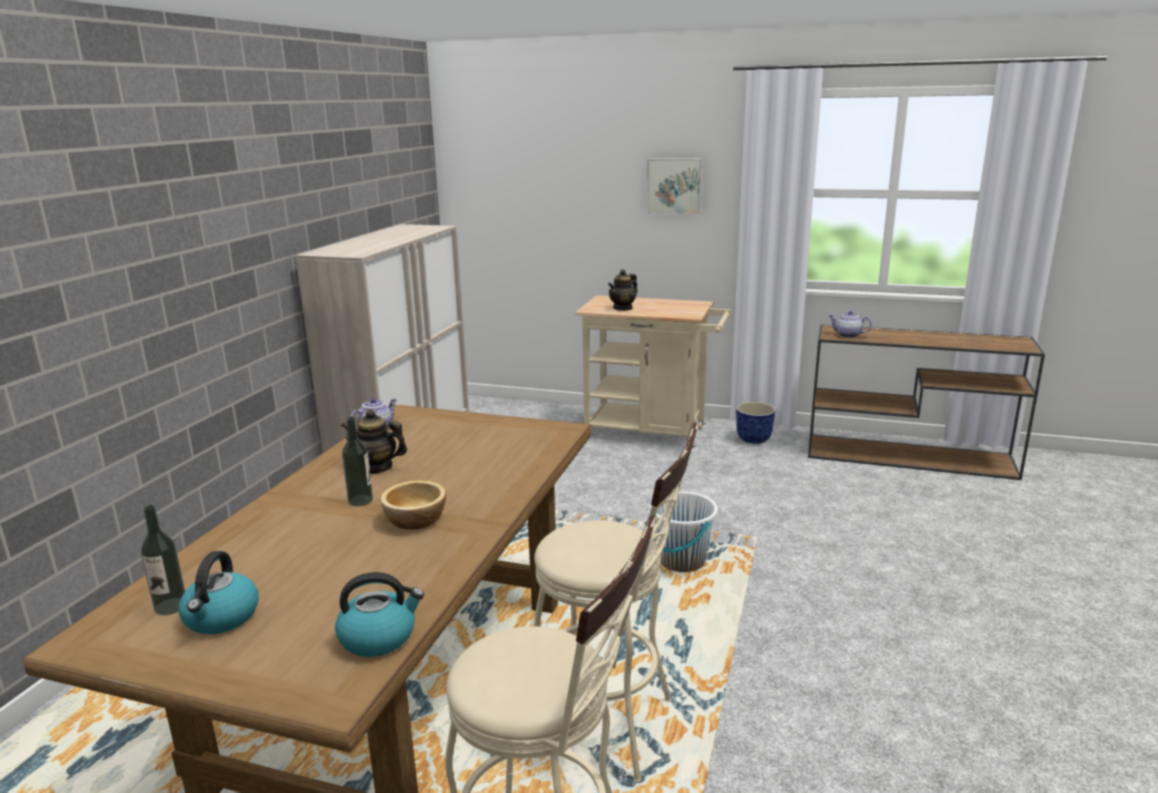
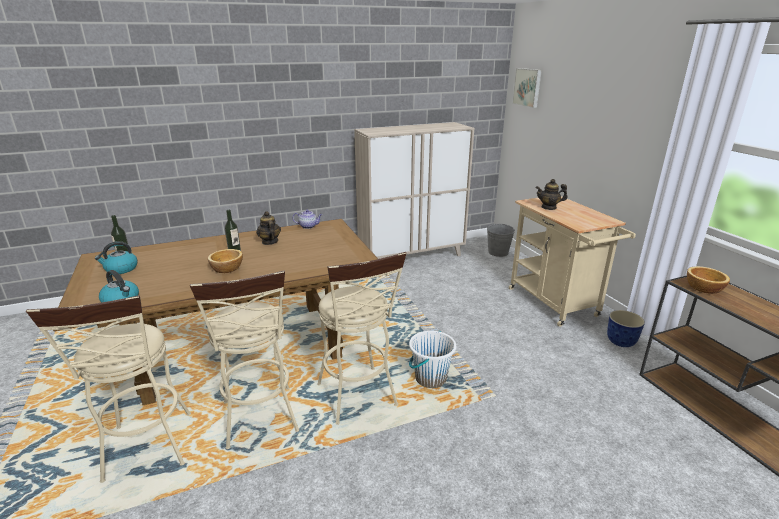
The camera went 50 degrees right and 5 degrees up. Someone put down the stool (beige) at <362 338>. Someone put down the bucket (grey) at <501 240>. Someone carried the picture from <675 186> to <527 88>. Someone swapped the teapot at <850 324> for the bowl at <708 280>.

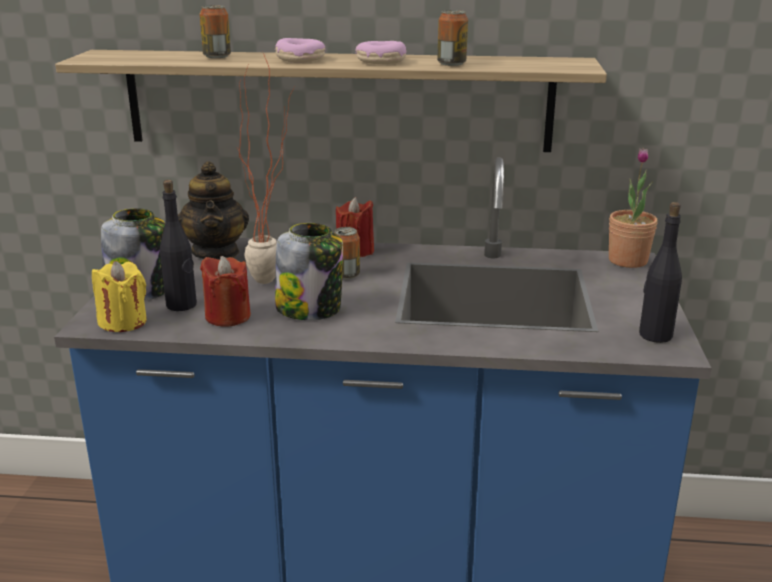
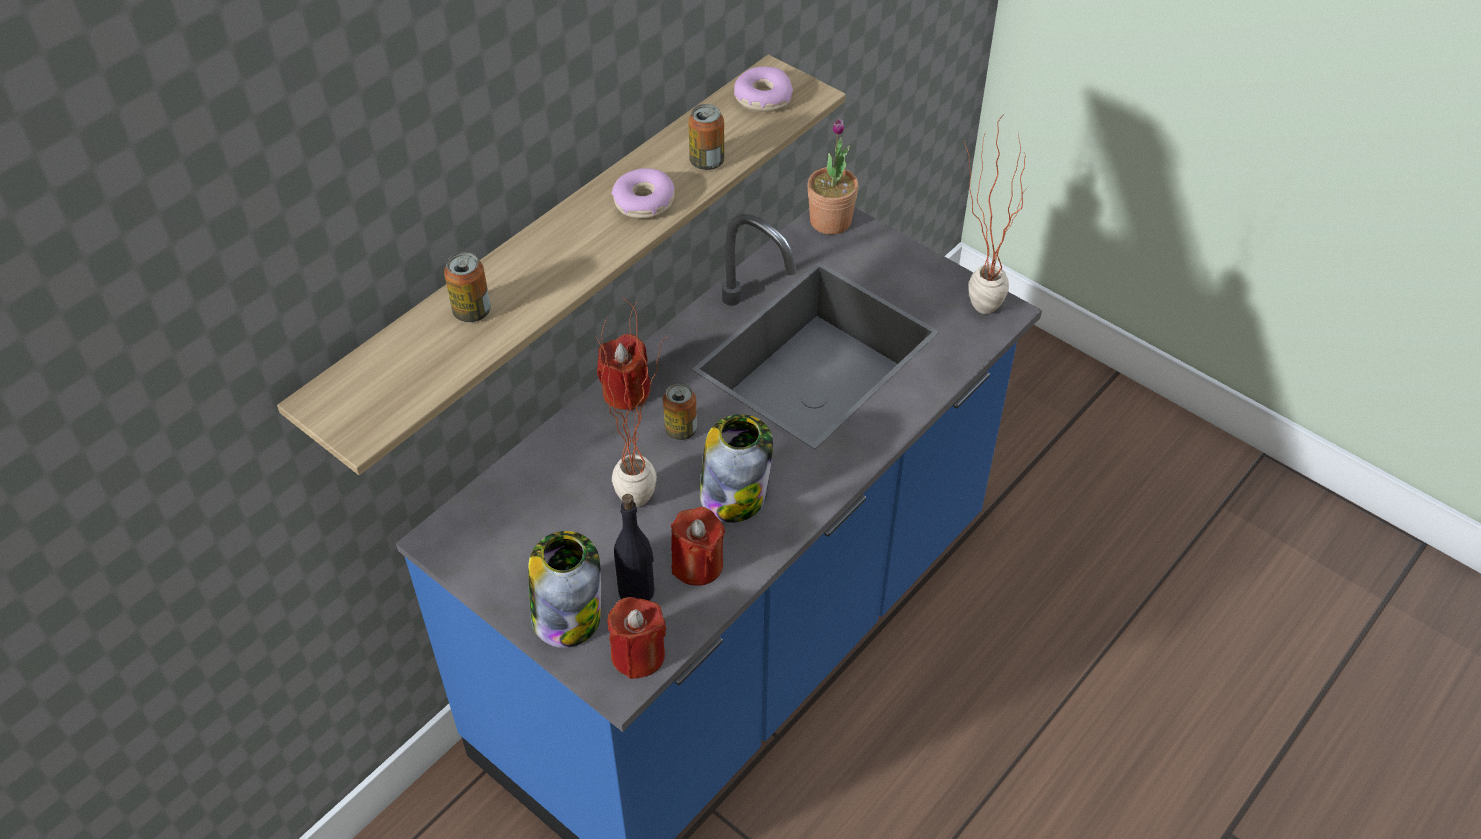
The camera went 55 degrees left and 25 degrees up. Someone took away the teapot at <213 210>. Someone carried the donut from <300 50> to <763 89>. Someone swapped the bottle (black) at <660 272> for the potted plant at <996 213>. Someone repainted the candle (yellow) at <119 296>, which became the candle (red) at <636 638>.

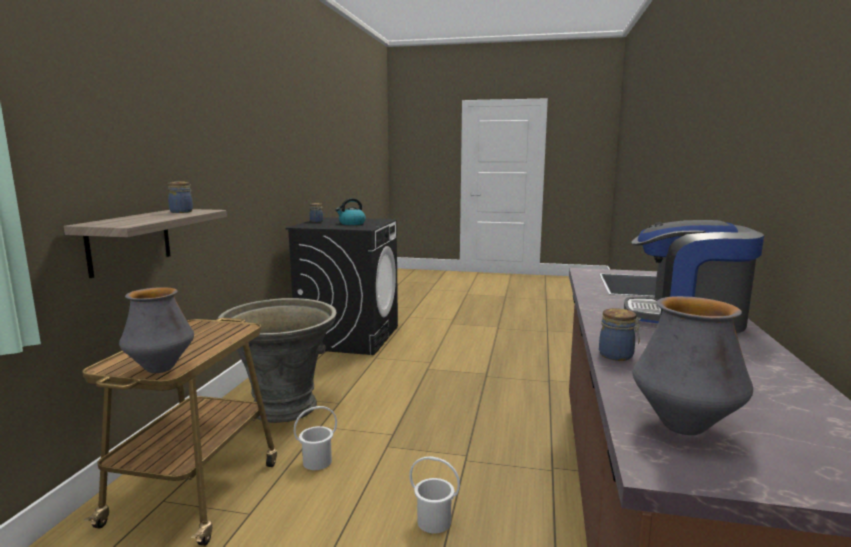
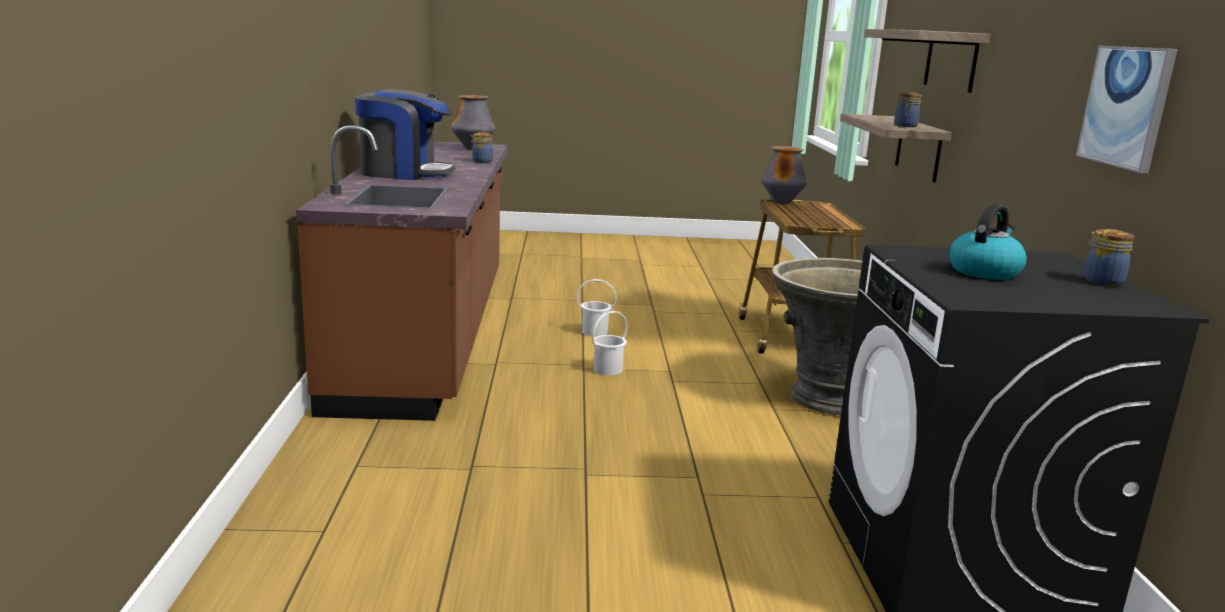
The camera went 165 degrees right and 5 degrees up. Someone put up the shelf at <927 61>. Someone put up the picture at <1127 109>. Someone carried the bucket (white) from <315 438> to <610 343>.

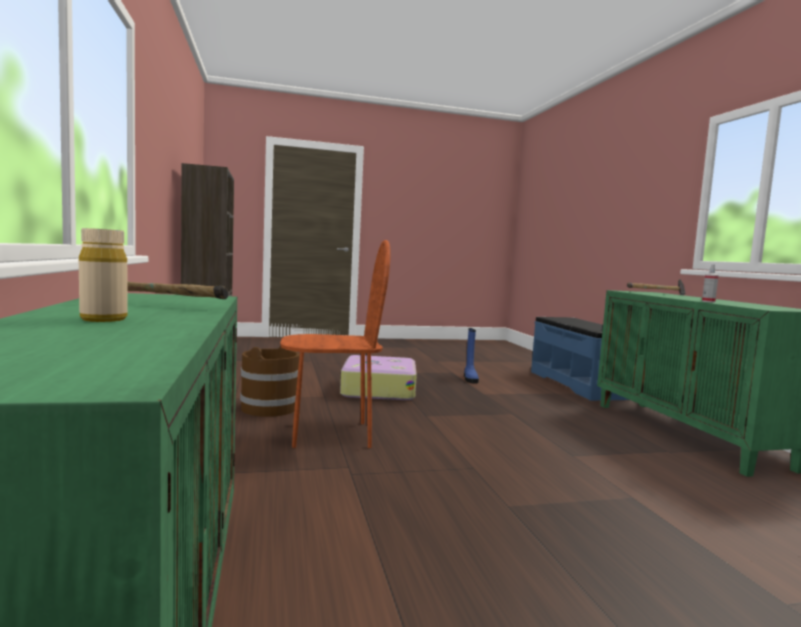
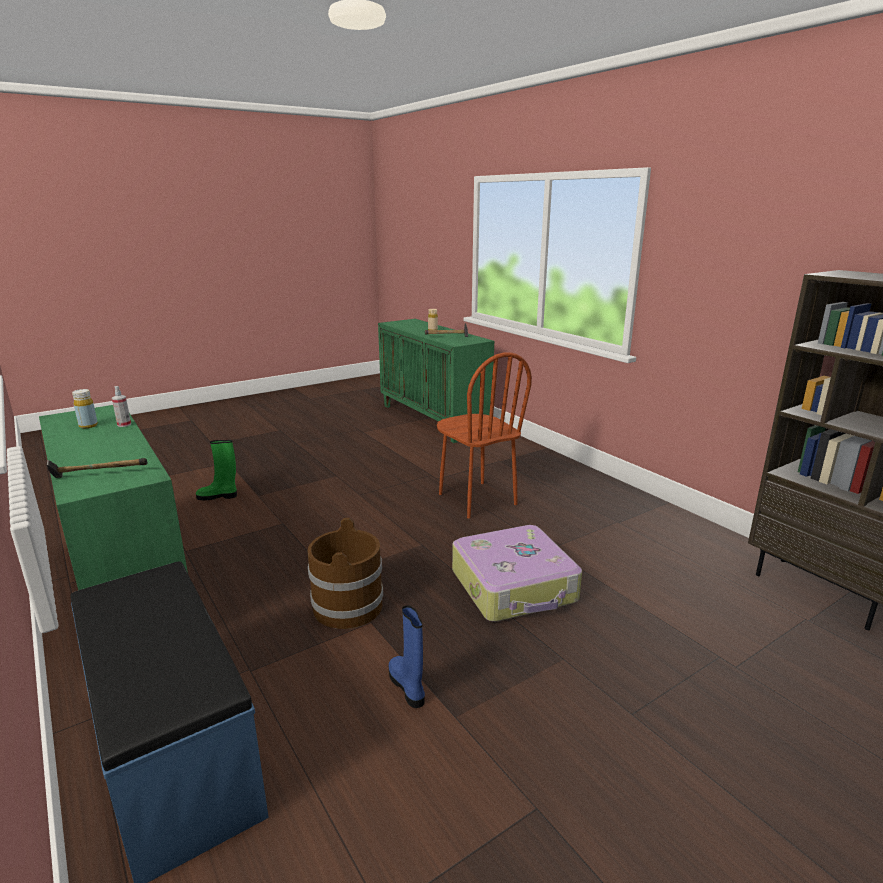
The camera went 160 degrees right and 15 degrees up. Someone put down the bottle (yellow) at <85 408>. Someone put down the boot (green) at <216 470>. Someone carried the bucket (brown) from <269 381> to <345 573>. Someone rotated the chair (brown) at <335 344> by 90 degrees counterclockwise.

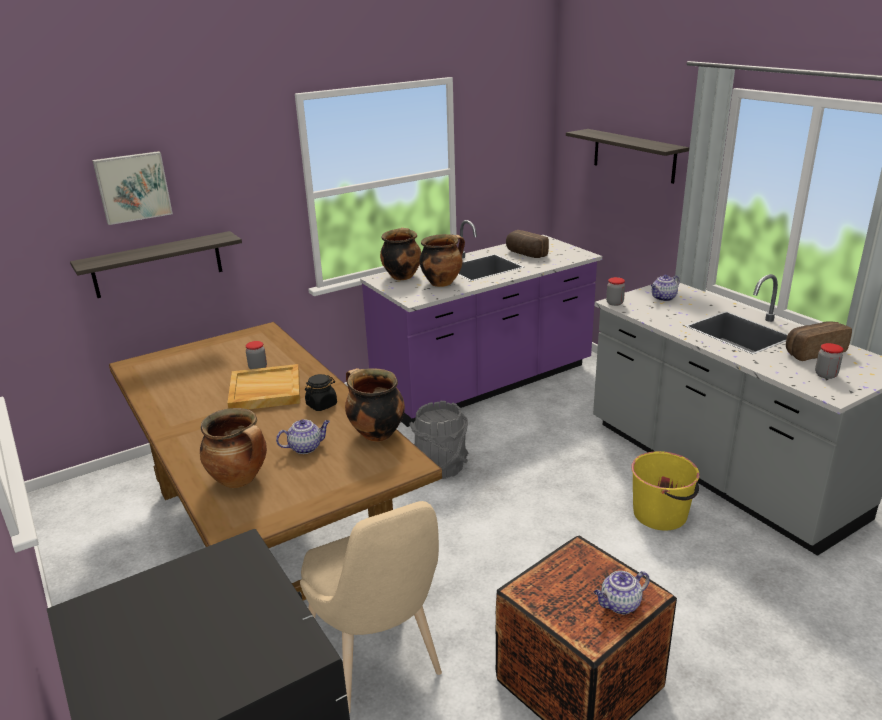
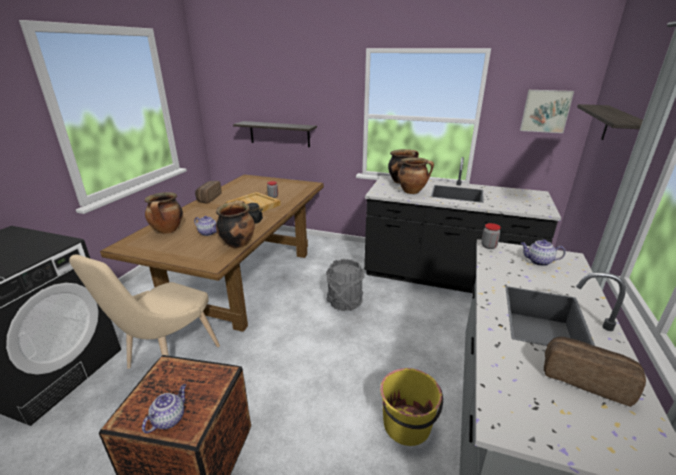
The camera went 50 degrees right and 0 degrees up. Someone took away the jar at <829 361>. Someone carried the picture from <132 188> to <547 111>. Someone carried the bread from <527 244> to <208 192>. Someone repainted the counter (purple) at <481 323>, which became the counter (black) at <462 225>. Someone rotated the teapot at <622 592> by 90 degrees clockwise.

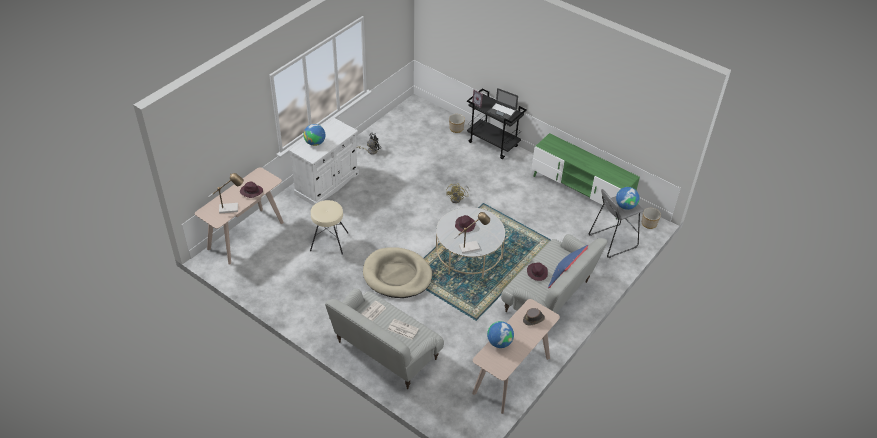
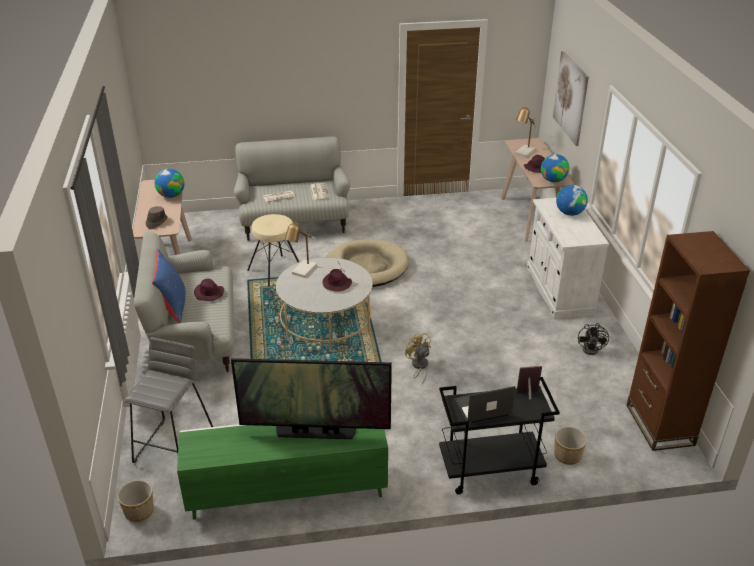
The camera went 135 degrees right and 10 degrees down. Someone put down the television at <311 398>. Someone put up the picture at <571 98>. Someone put down the bookcase (brown) at <688 341>. Someone carried the stool (beige) from <329 227> to <273 250>. Someone carried the globe from <627 198> to <555 168>.

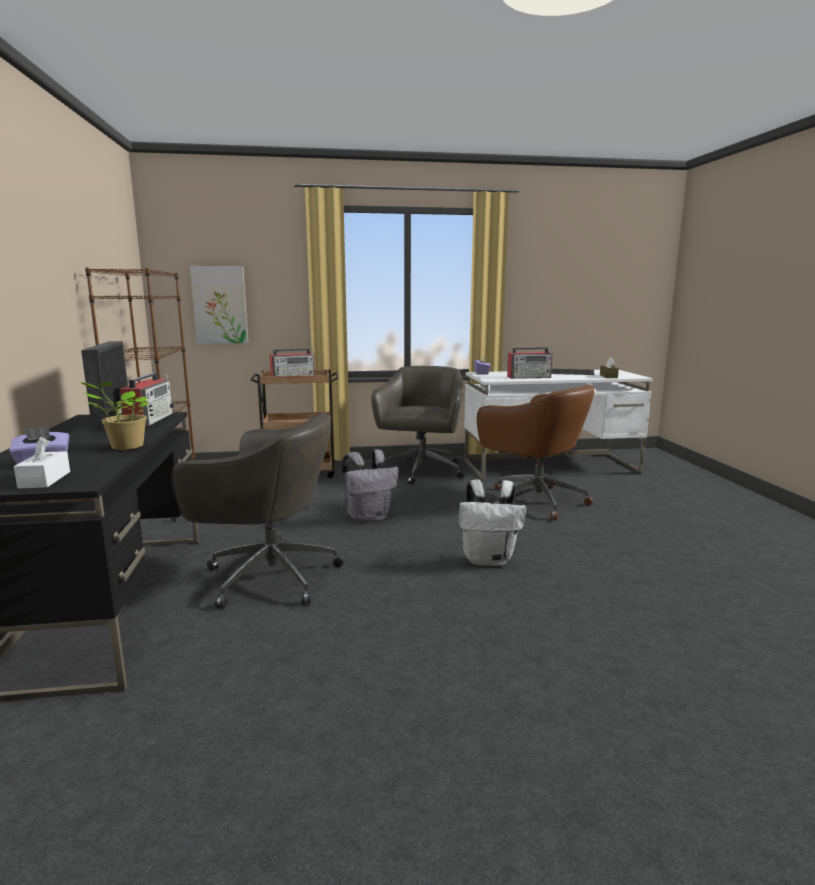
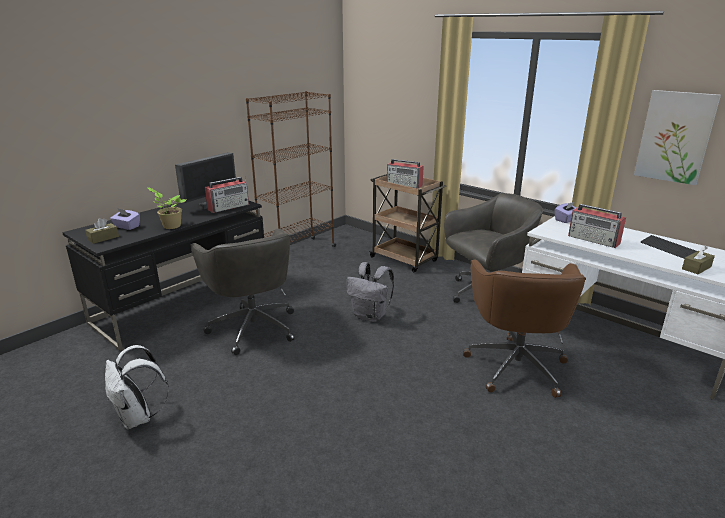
The camera went 50 degrees right and 10 degrees up. Someone carried the picture from <219 305> to <677 137>. Someone carried the backpack (white) from <492 522> to <137 387>. Someone repainted the tissue box (white) at <42 463>, which became the tissue box (brown) at <102 231>.

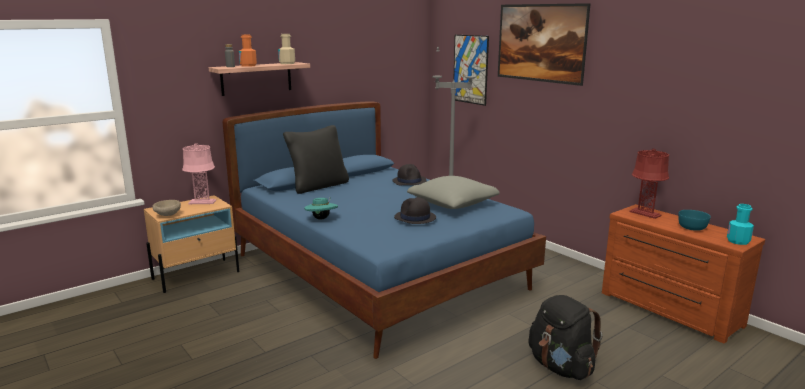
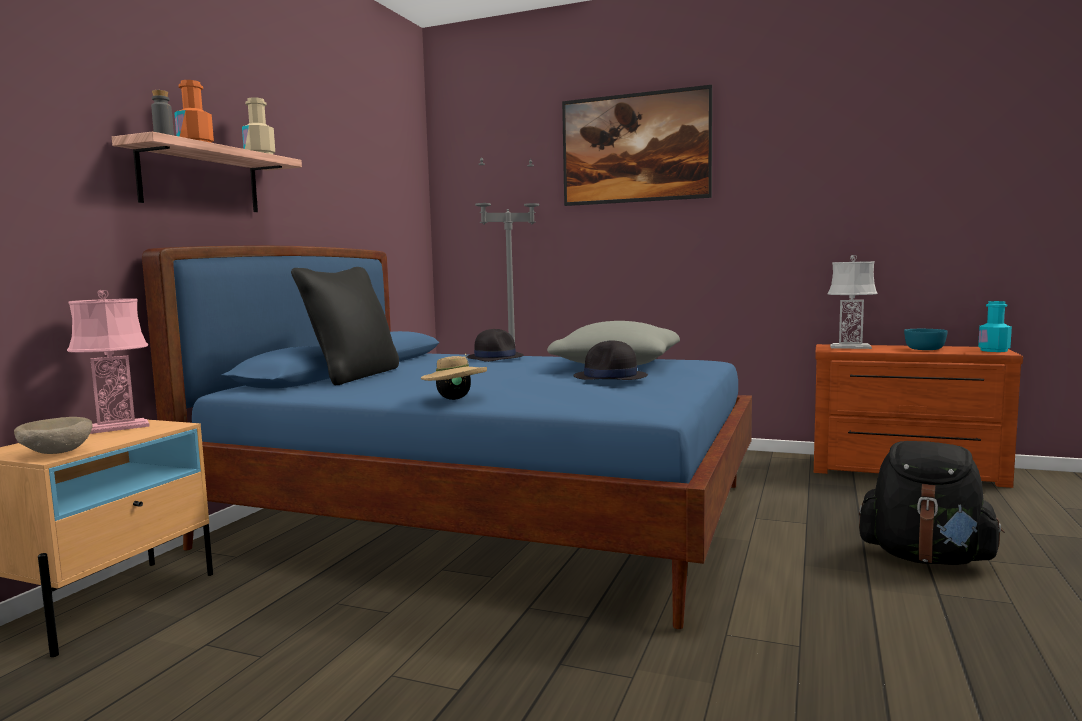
The camera went 30 degrees left and 10 degrees down. Someone took away the picture at <471 70>. Someone repainted the hat (turquoise) at <321 208>, which became the hat (beige) at <454 376>. Someone repainted the table lamp (red) at <649 183>, which became the table lamp (grey) at <852 302>.

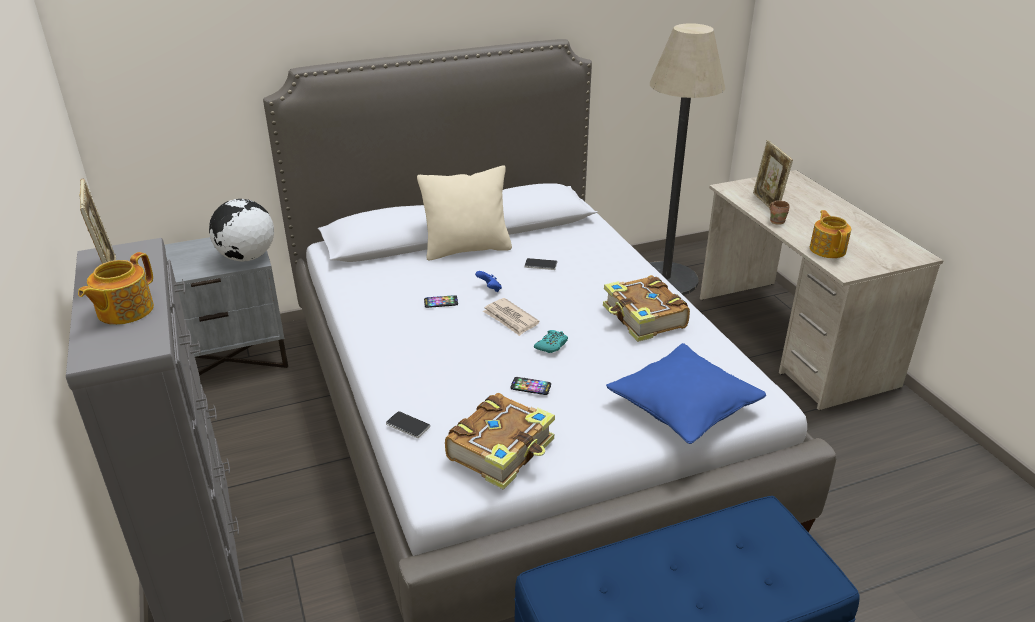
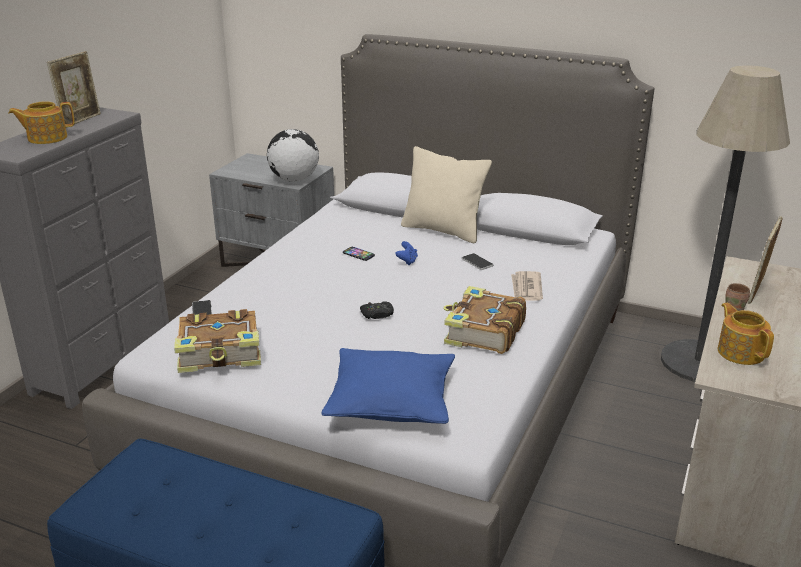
The camera went 45 degrees right and 5 degrees down. Someone took away the phone at <530 386>. Someone carried the newspaper from <511 317> to <527 286>. Someone repainted the game controller (turquoise) at <551 341>, which became the game controller (black) at <377 310>. Someone rotated the teapot at <830 234> by 60 degrees counterclockwise.

